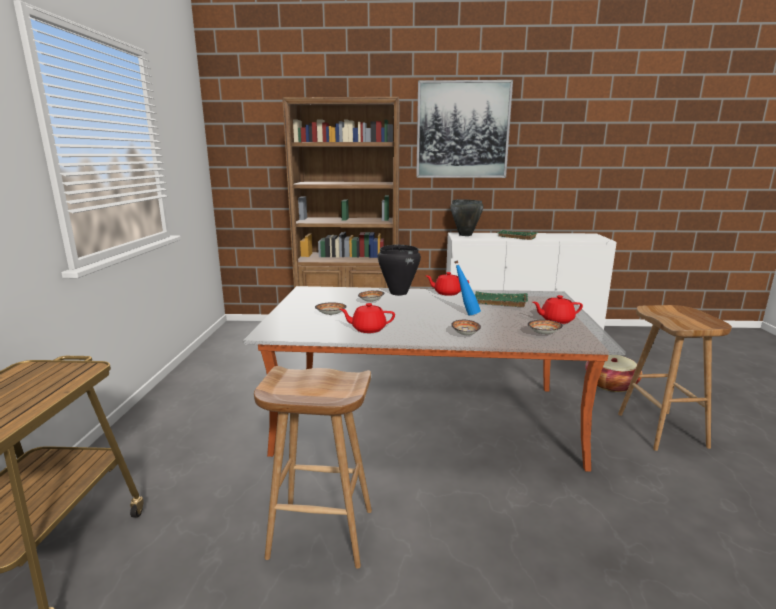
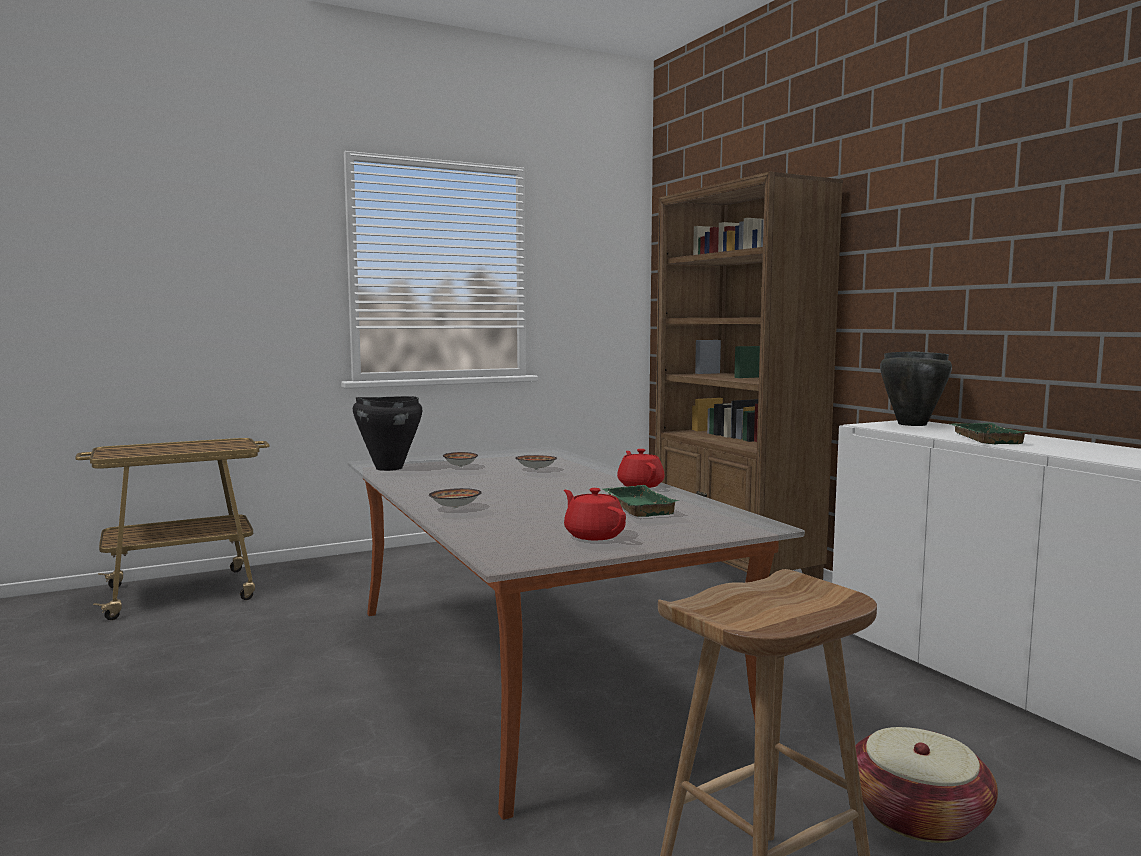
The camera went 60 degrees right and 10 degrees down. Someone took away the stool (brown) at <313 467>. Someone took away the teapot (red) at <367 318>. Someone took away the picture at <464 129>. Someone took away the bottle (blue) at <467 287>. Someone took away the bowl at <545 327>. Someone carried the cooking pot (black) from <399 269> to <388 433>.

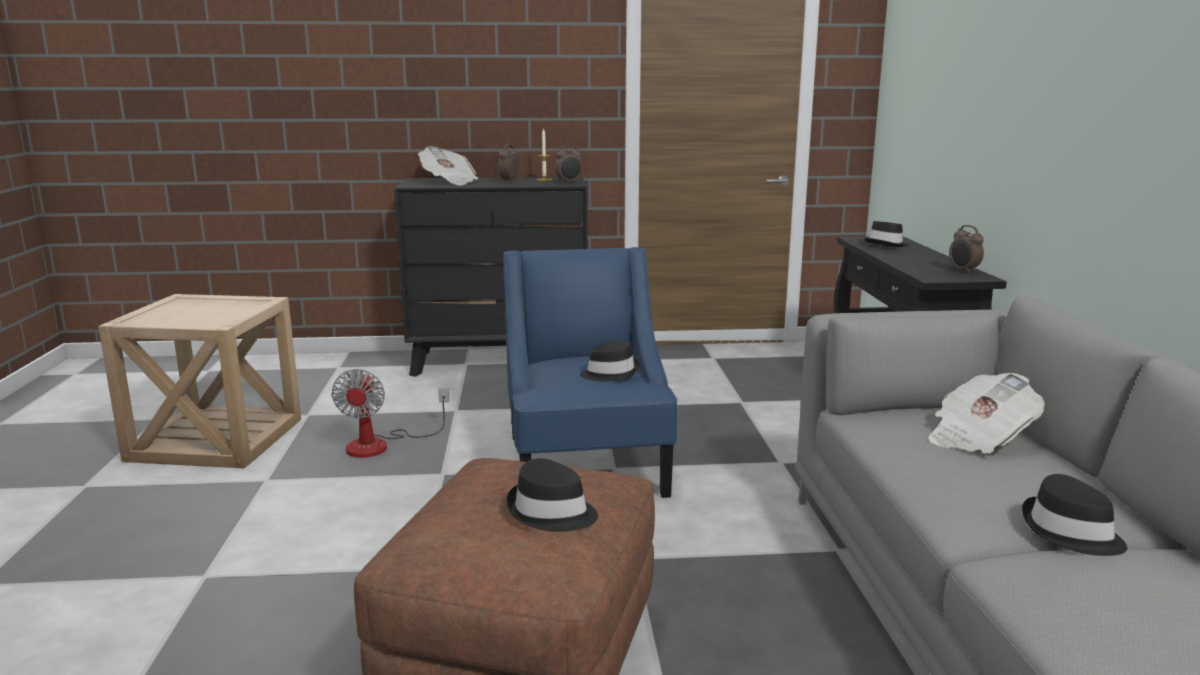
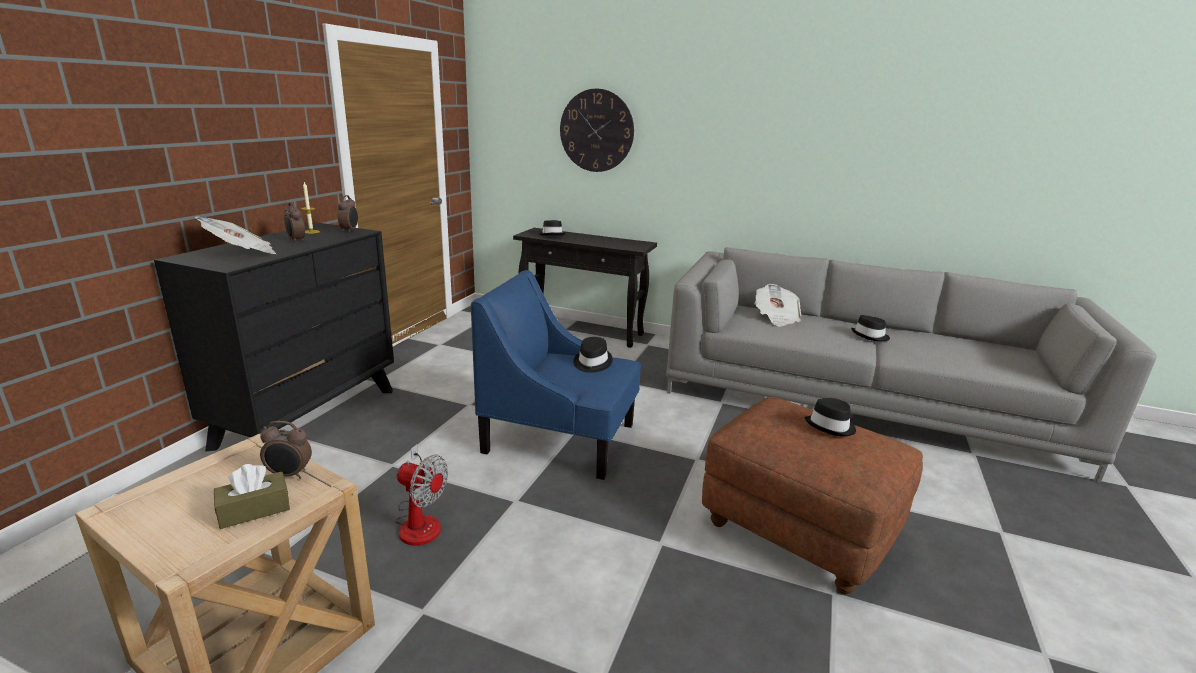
The camera went 65 degrees left and 5 degrees up. Someone put down the tissue box (brown) at <252 496>. Someone put up the wall clock at <597 130>. Someone carried the alarm clock from <966 249> to <286 450>.

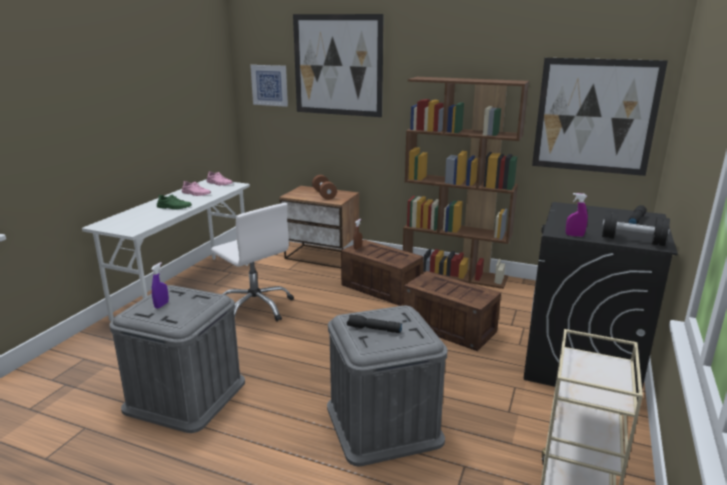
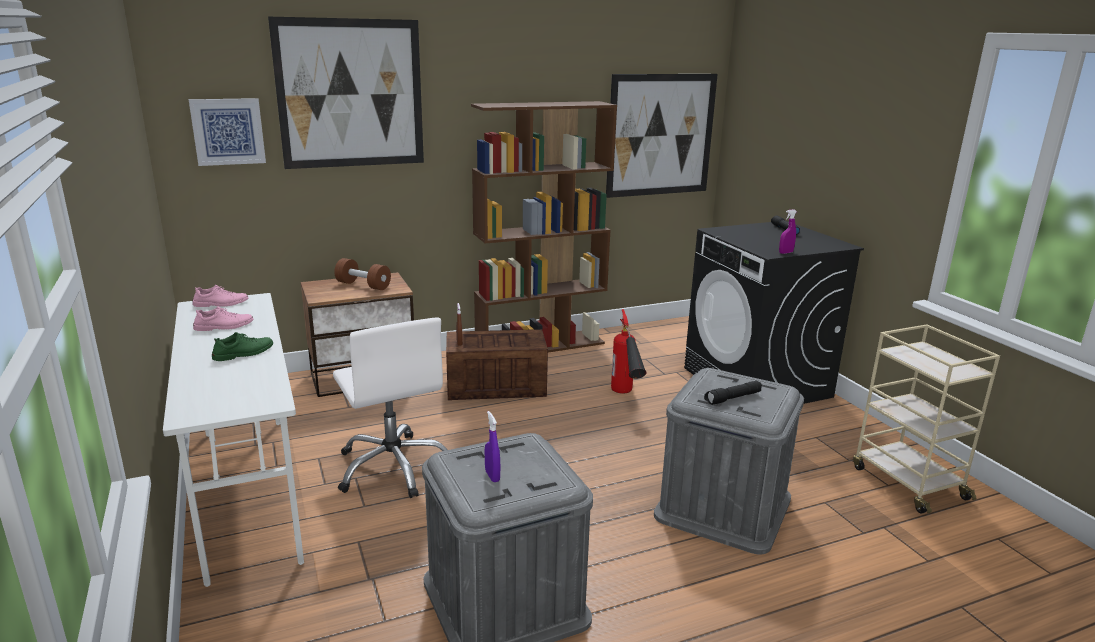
The camera went 45 degrees left and 0 degrees up. Someone took away the dumbbell (black) at <636 228>. Someone swapped the crate at <452 311> for the fire extinguisher at <629 351>. Someone rotated the office chair (white) at <252 262> by 60 degrees clockwise.

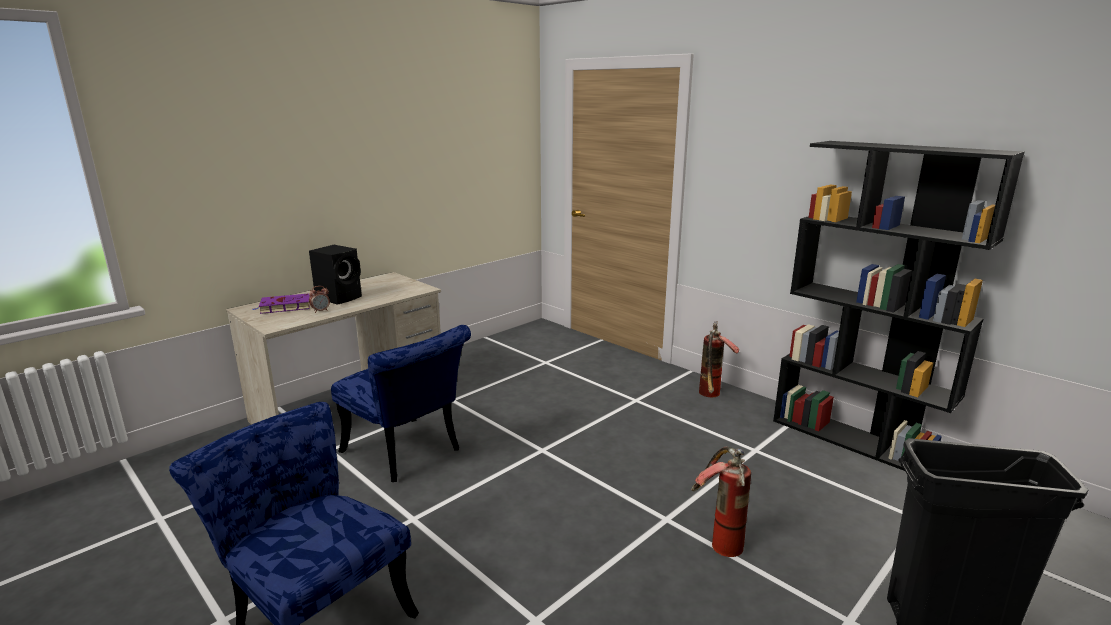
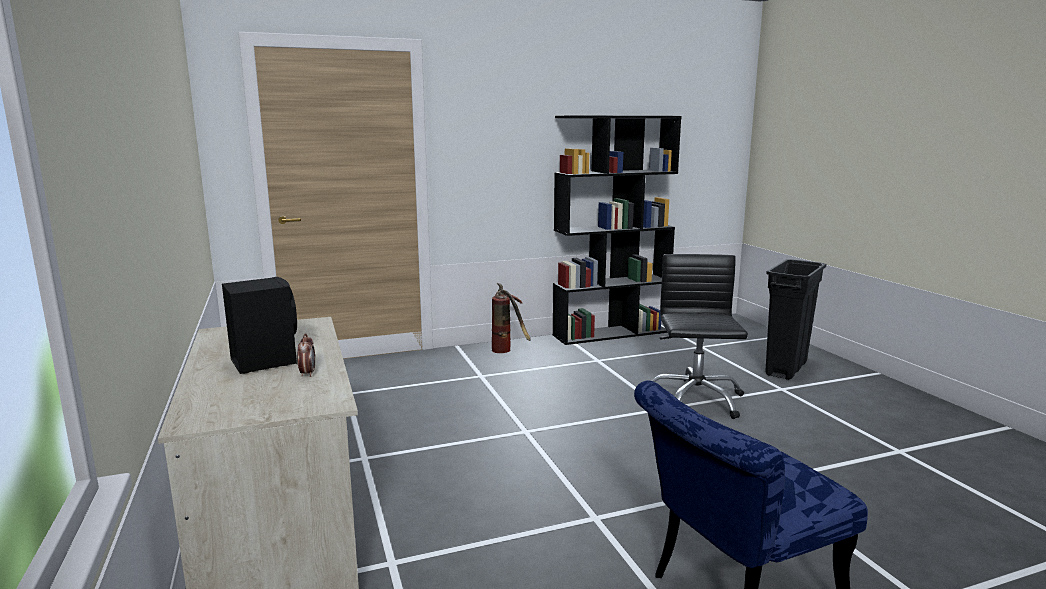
The camera went 65 degrees left and 5 degrees down. Someone took away the book (purple) at <281 303>. Someone took away the chair (blue) at <401 403>. Someone swapped the fire extinguisher at <721 501> for the office chair (black) at <700 336>.

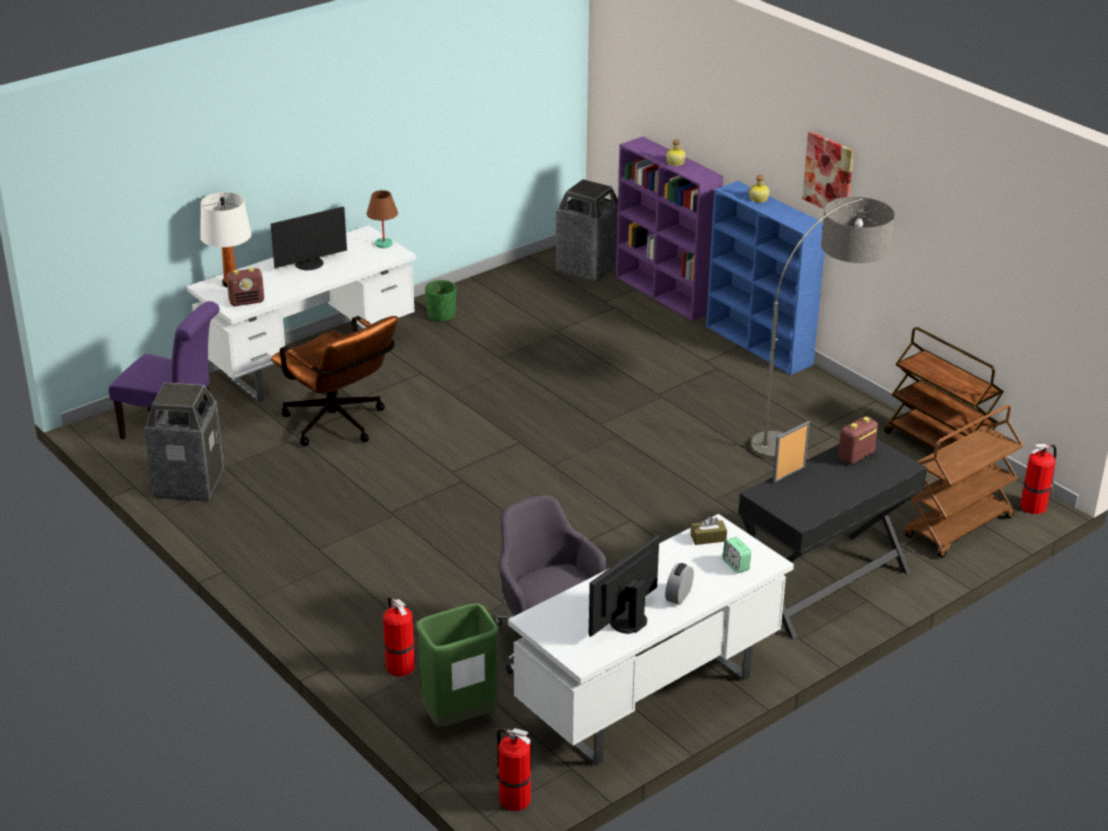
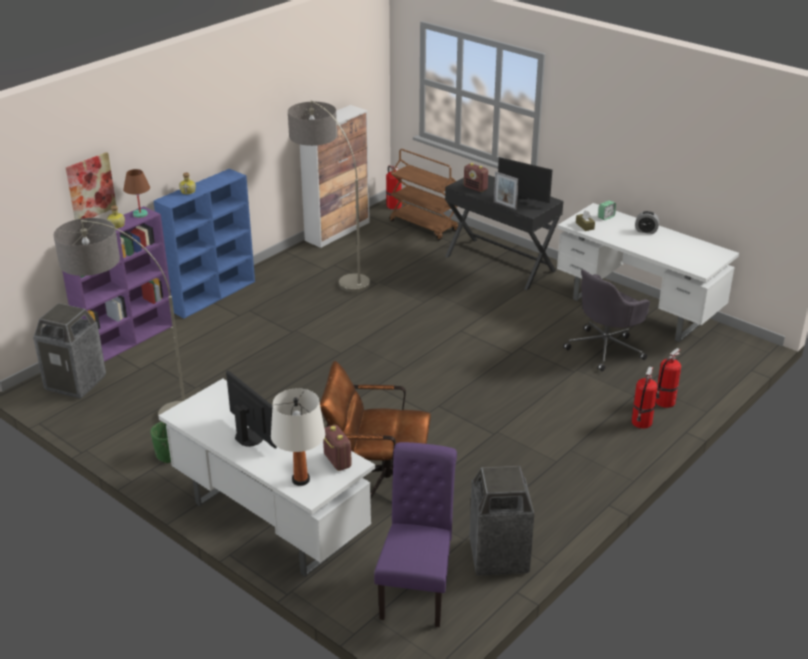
The camera went 100 degrees left and 0 degrees up. Someone took away the trash can (green) at <457 664>. Someone put down the floor lamp at <119 320>. Someone carried the table lamp (brown) from <382 219> to <136 193>. Someone carried the fire extinguisher from <513 769> to <645 398>. Someone carried the monitor from <624 586> to <525 181>. Someone carried the picture from <828 170> to <91 186>. Someone swapped the cart (brown) at <944 388> for the cabinet at <335 176>. Someone rotated the office chair (brown) at <334 381> by 120 degrees counterclockwise.

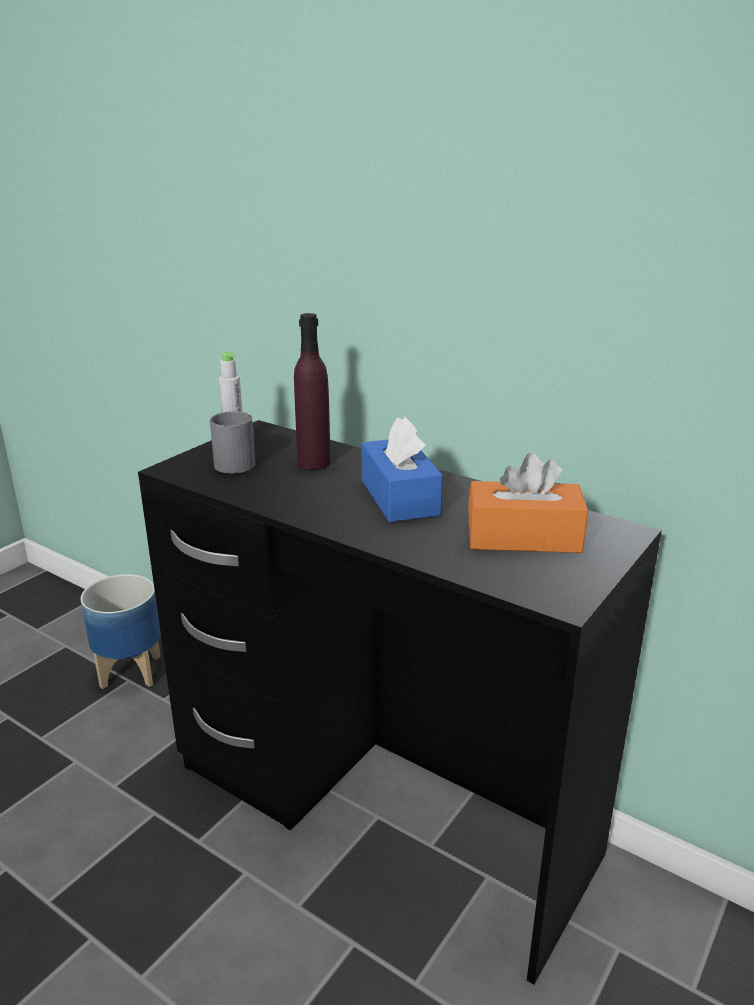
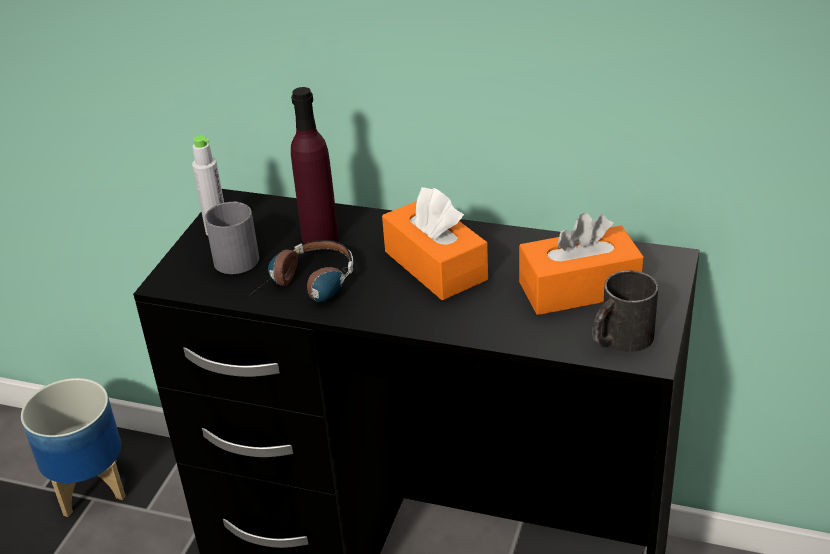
The camera went 15 degrees left and 10 degrees up. Someone put down the headphones at <300 271>. Someone put down the mug (black) at <625 311>. Someone repainted the tissue box (blue) at <402 469>, which became the tissue box (orange) at <435 243>.

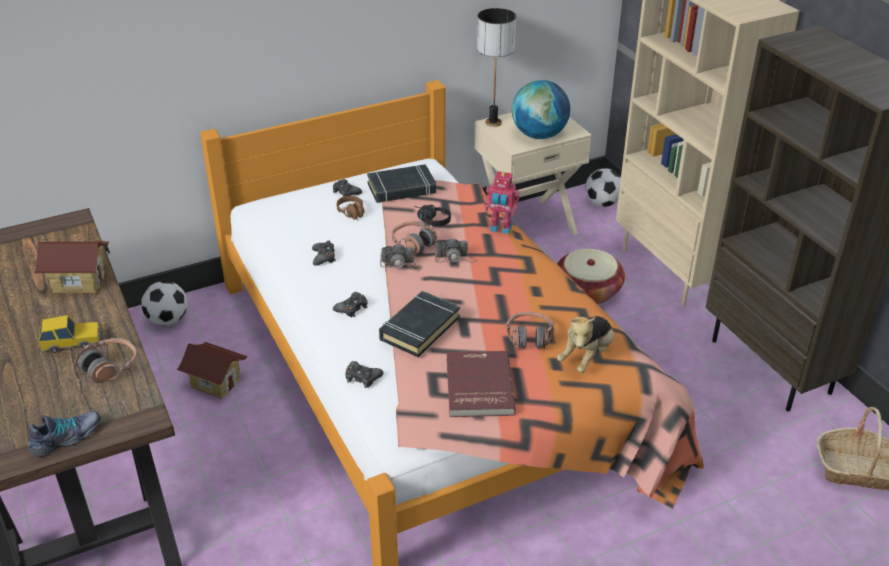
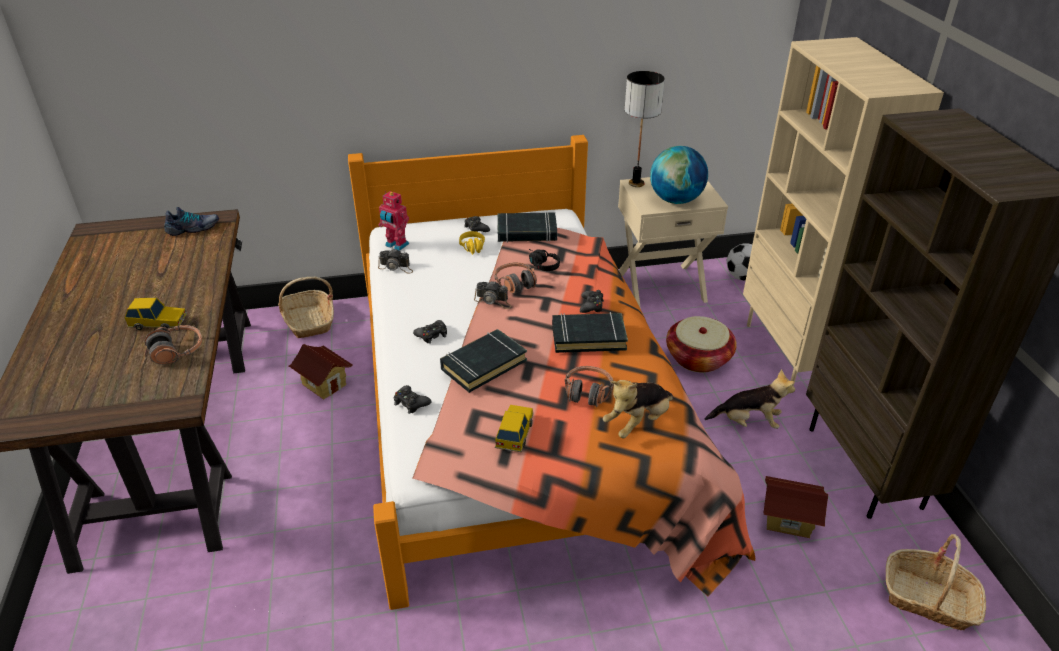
The camera went 15 degrees right and 0 degrees up. Someone put down the book (black) at <590 332>. Someone put down the plush toy at <749 399>. Someone carried the shoe from <64 434> to <191 221>. Someone carried the toy house from <71 267> to <796 507>. Someone carried the game controller (black) from <324 253> to <592 301>. Someone carried the photo camera from <455 250> to <395 261>. Someone carried the toy robot from <502 202> to <393 221>. Someone swapped the football at <164 303> for the basket at <306 307>. Someone swapped the book (red) at <481 384> for the toy car at <514 428>. Someone repainted the headphones (brown) at <350 208>, which became the headphones (yellow) at <472 243>.

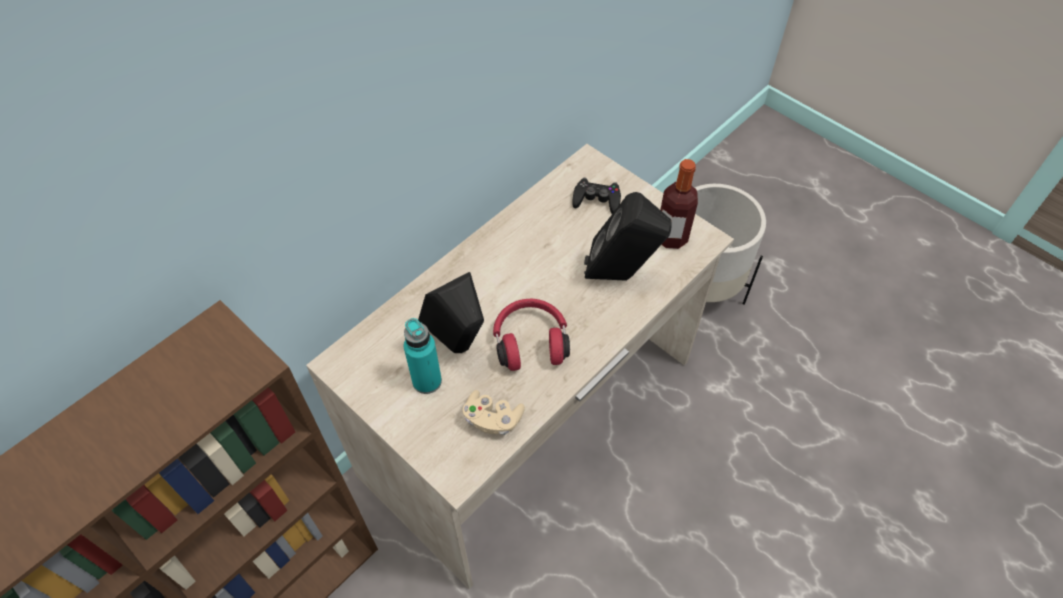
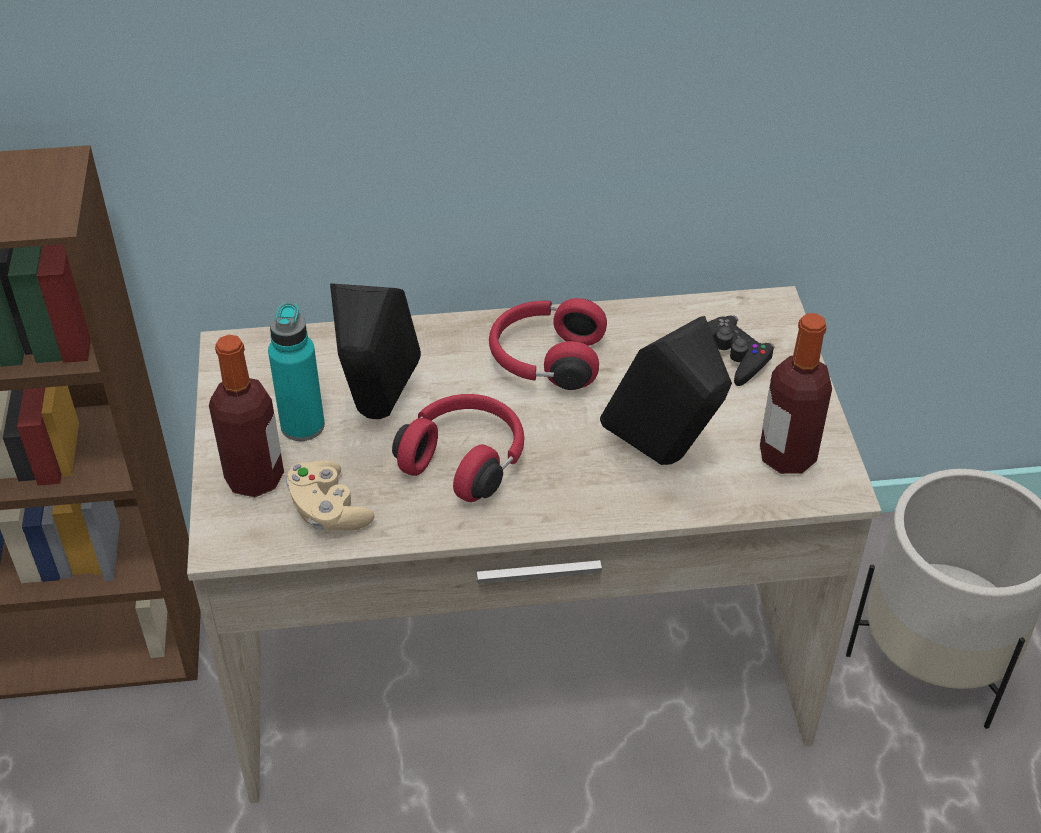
The camera went 40 degrees right and 10 degrees down. Someone put down the bottle at <246 416>. Someone put down the headphones (red) at <548 344>.

